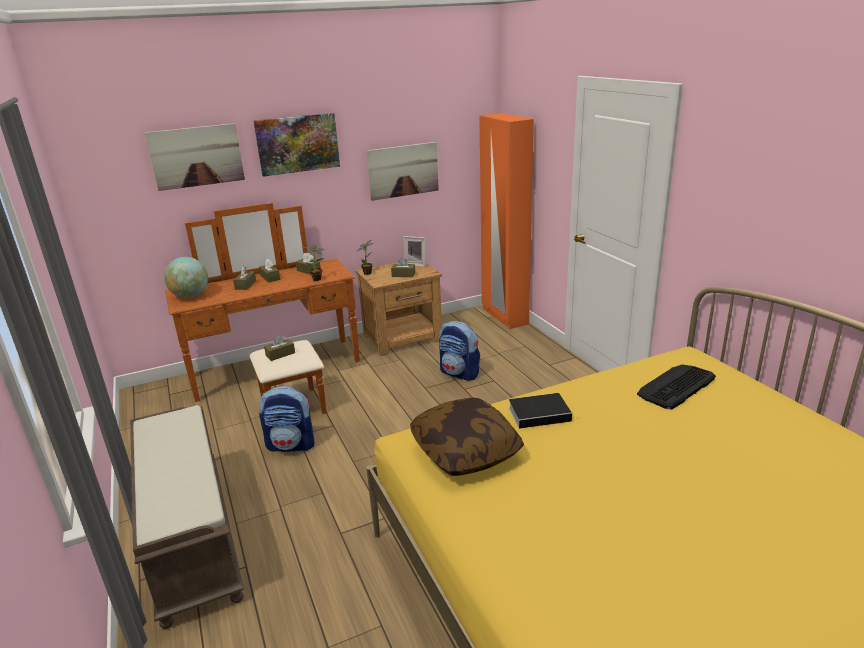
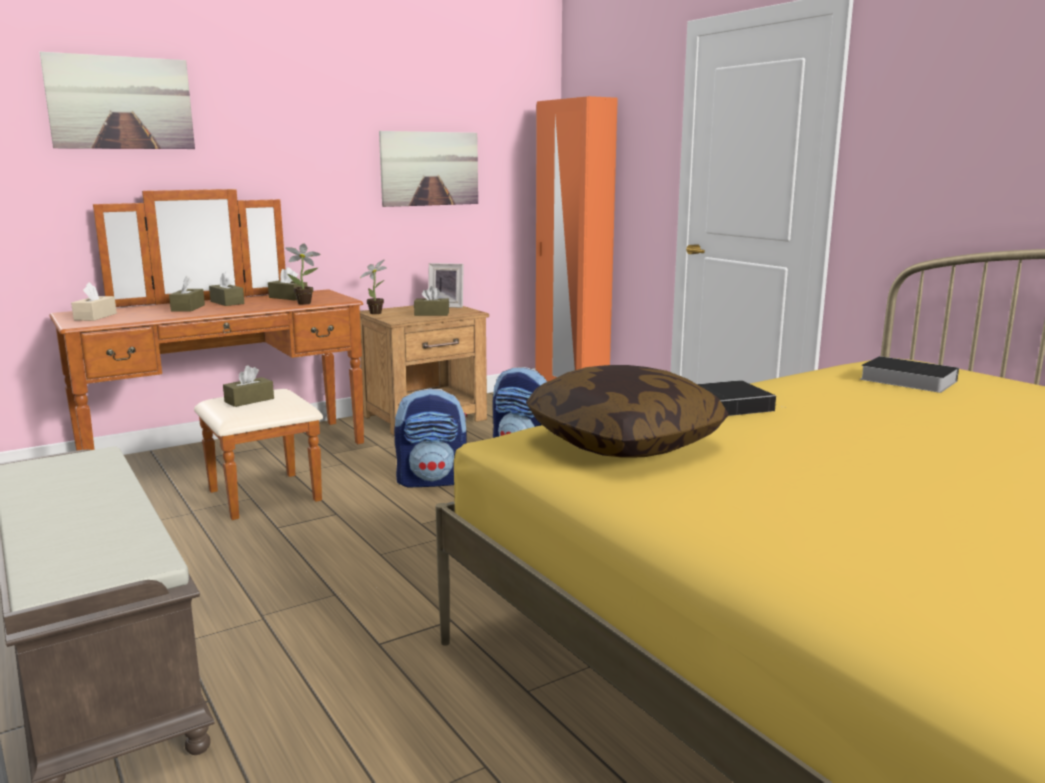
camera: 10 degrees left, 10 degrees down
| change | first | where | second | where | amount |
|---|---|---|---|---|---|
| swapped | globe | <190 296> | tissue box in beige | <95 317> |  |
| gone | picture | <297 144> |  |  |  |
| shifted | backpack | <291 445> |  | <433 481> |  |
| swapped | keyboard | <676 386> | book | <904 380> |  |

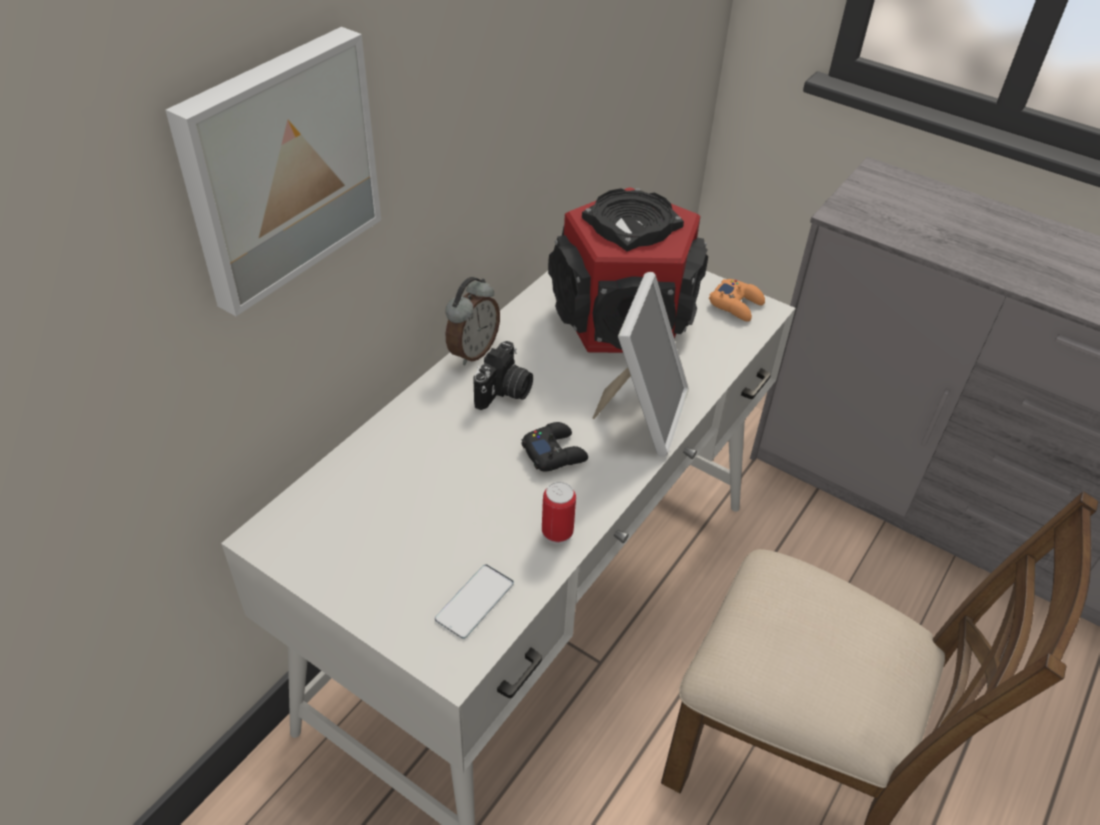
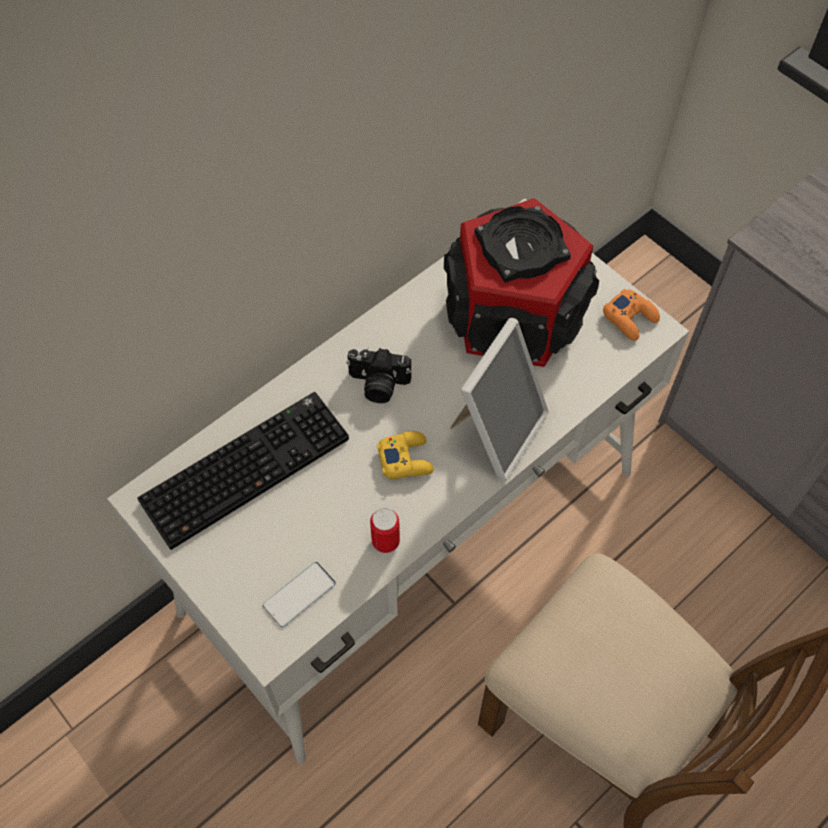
camera: 15 degrees right, 15 degrees up
| change | first | where | second | where | amount |
|---|---|---|---|---|---|
| gone | picture | <278 168> |  |  |  |
| gone | alarm clock | <472 351> |  |  |  |
| rotated | photo camera | <504 392> |  | <378 385> | 60 degrees clockwise |
| repainted | game controller in black | <554 452> | game controller in yellow | <406 459> |  |
| new |  |  | keyboard | <246 466> |  |

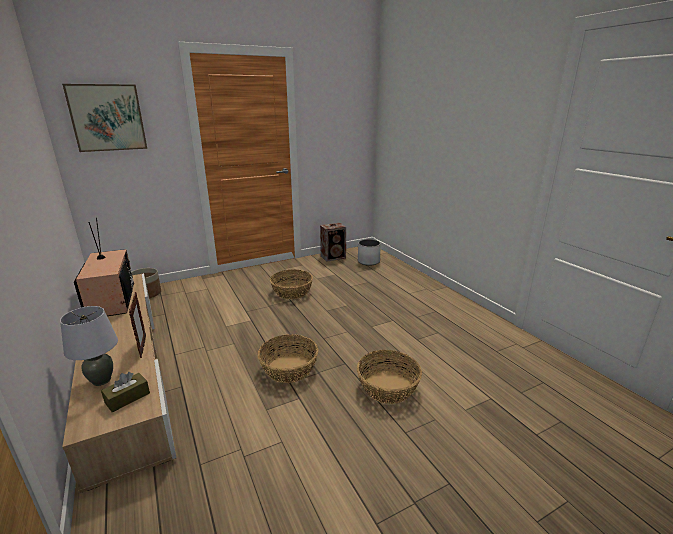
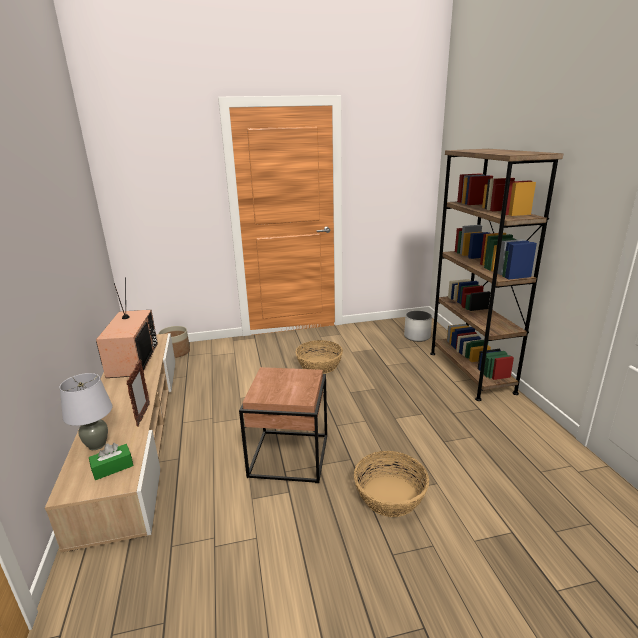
camera: 15 degrees right, 0 degrees up
| change | first | where | second | where | amount |
|---|---|---|---|---|---|
| gone | picture | <107 118> |  |  |  |
| repainted | tissue box in brown | <127 398> | tissue box in green | <112 467> |  |
| swapped | basket | <288 368> | side table in brown | <288 455> |  |
| gone | speaker | <334 257> |  |  |  |
| new |  |  | bookcase in brown | <470 372> |  |

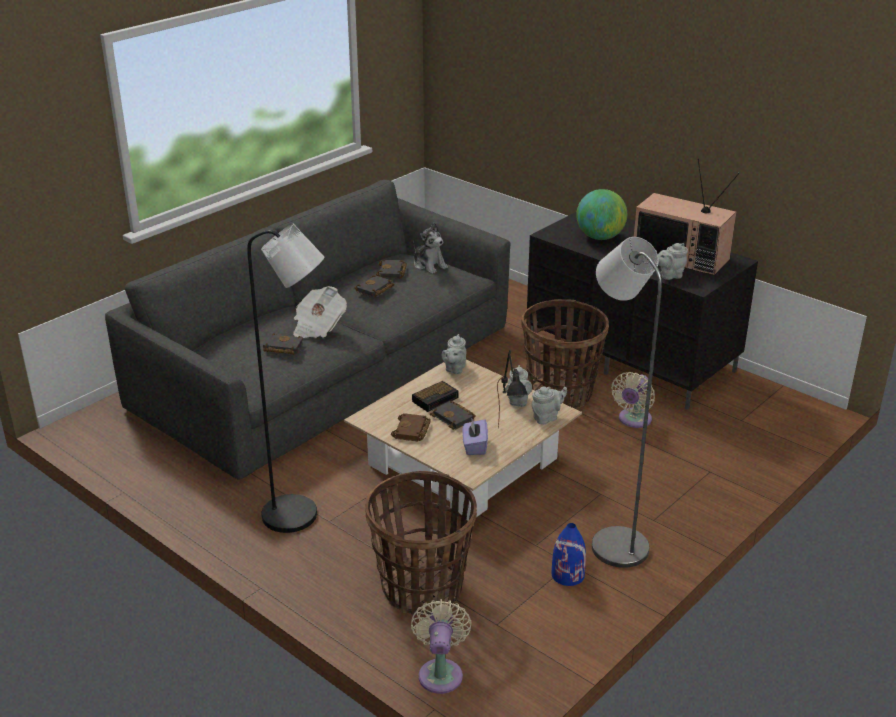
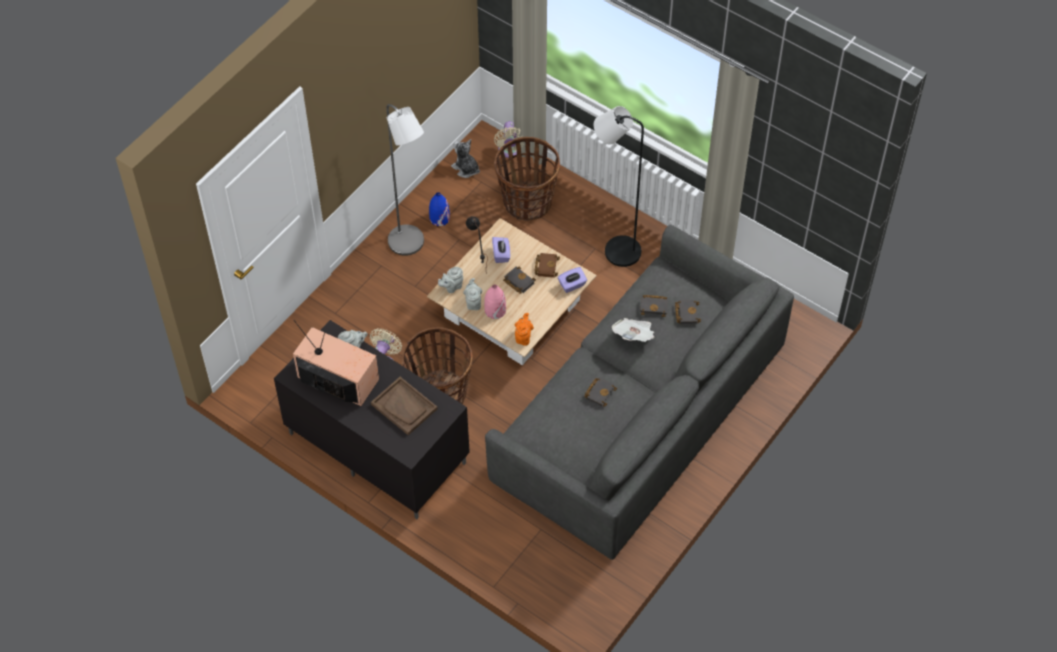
camera: 175 degrees right, 25 degrees up
| change | first | where | second | where | amount |
|---|---|---|---|---|---|
| shifted | book in black | <392 272> |  | <686 313> |  |
| gone | alarm clock | <436 399> |  |  |  |
| shifted | plush toy | <429 265> |  | <466 169> |  |
| repainted | teapot in grey | <454 369> | teapot in orange | <523 337> |  |
| swapped | globe | <600 237> | tray in brown | <404 407> |  |
| new |  |  | vase in pink | <495 310> |  |
| new |  |  | tissue box in purple | <572 285> |  |

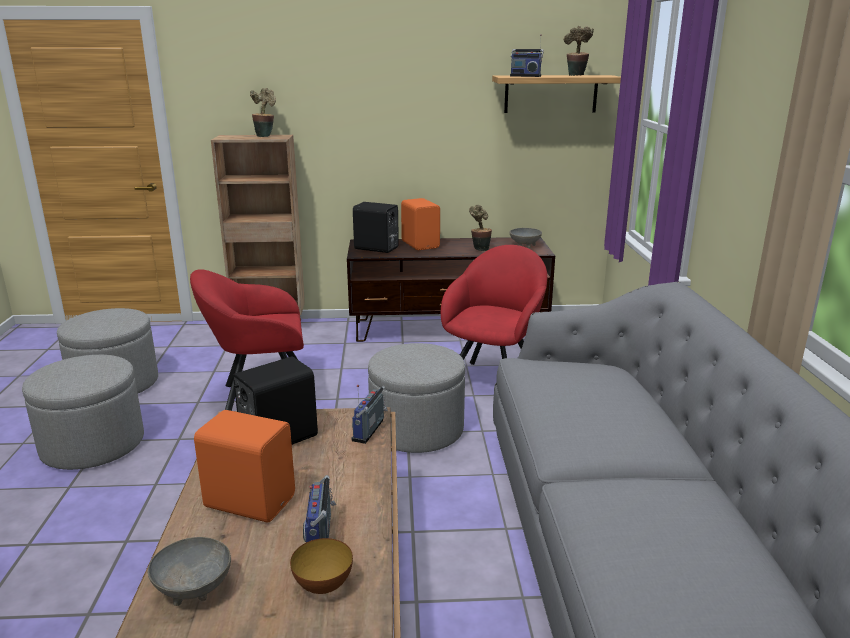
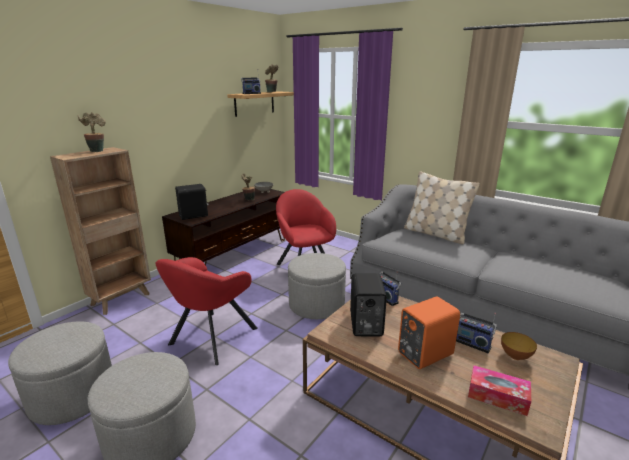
camera: 50 degrees left, 0 degrees up
| change | first | where | second | where | amount |
|---|---|---|---|---|---|
| swapped | bowl in grey | <195 589> | tissue box | <497 396> |  |
| gone | speaker in orange | <421 244> |  |  |  |
| new |  |  | pillow in beige | <435 234> |  |

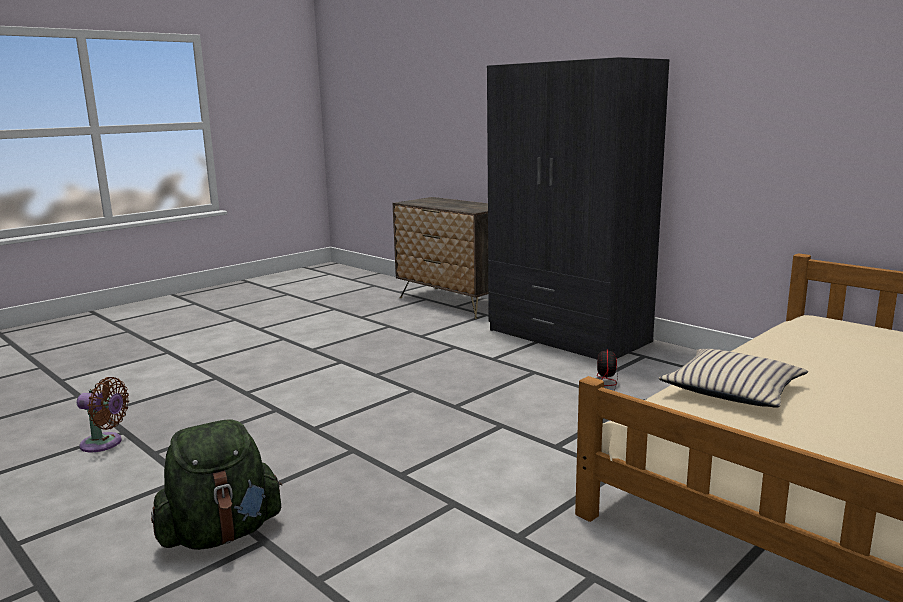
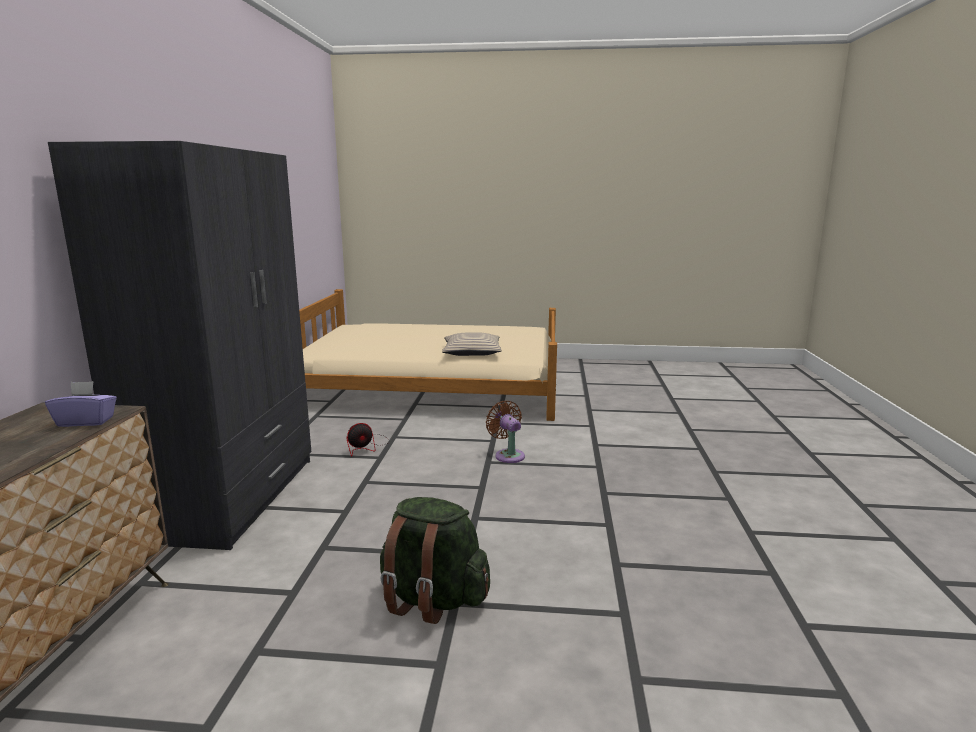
camera: 130 degrees left, 0 degrees up
| change | first | where | second | where | amount |
|---|---|---|---|---|---|
| shifted | fan in brown | <105 443> |  | <508 455> |  |
| shifted | backpack in green | <222 534> |  | <432 599> |  |
| new |  |  | tissue box in purple | <86 421> |  |

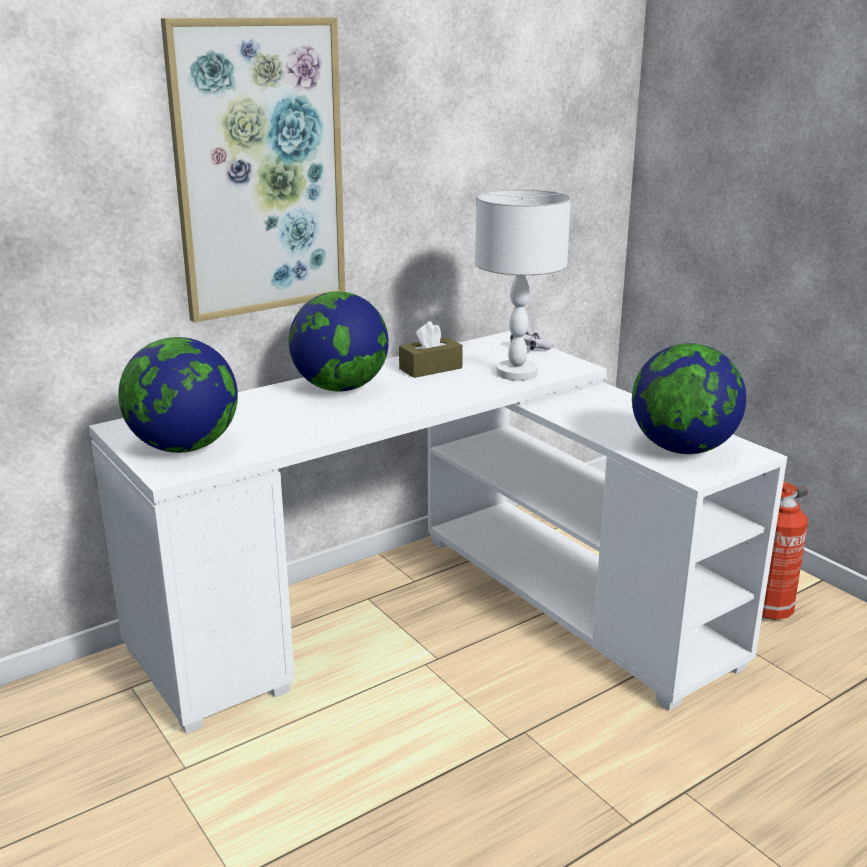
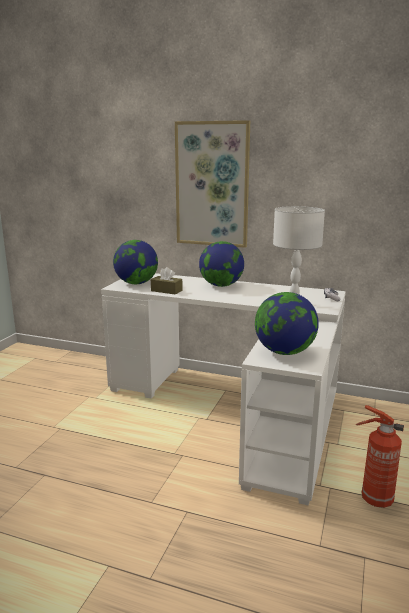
camera: 55 degrees right, 5 degrees down
| change | first | where | second | where | amount |
|---|---|---|---|---|---|
| shifted | tissue box in brown | <430 368> |  | <166 290> |  |

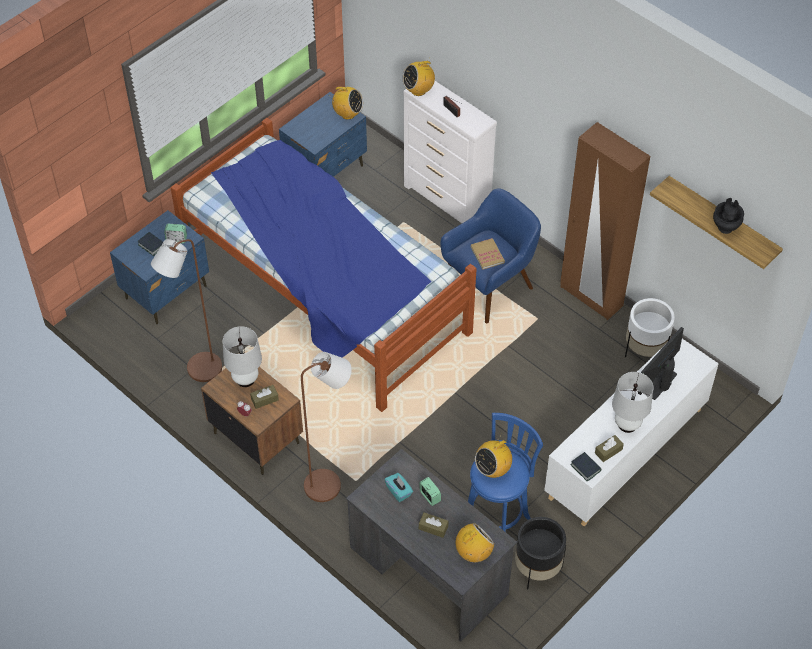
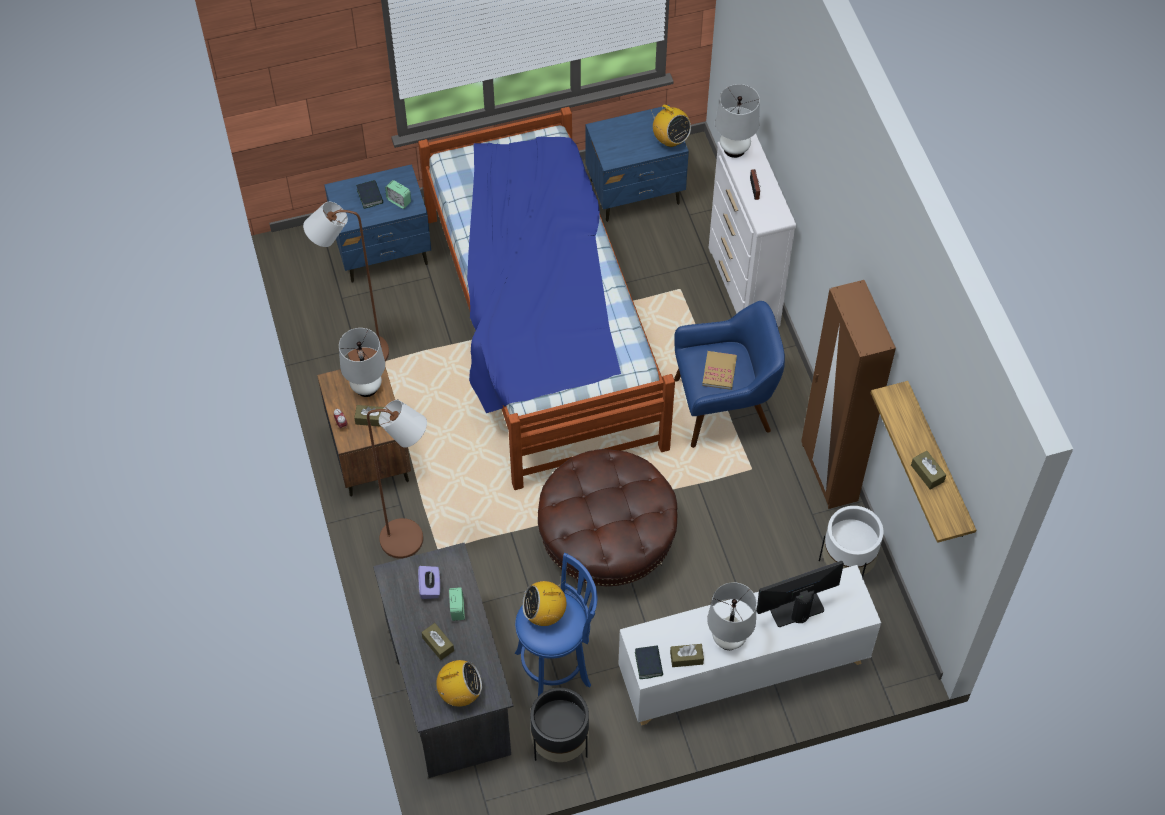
camera: 30 degrees right, 5 degrees up
| change | first | where | second | where | amount |
|---|---|---|---|---|---|
| repainted | tissue box in turquoise | <399 491> | tissue box in purple | <430 587> |  |
| swapped | radio | <418 90> | table lamp in white | <734 149> |  |
| swapped | vase in black | <726 228> | tissue box in brown | <927 473> |  |
| new |  |  | ottoman in brown | <607 539> |  |

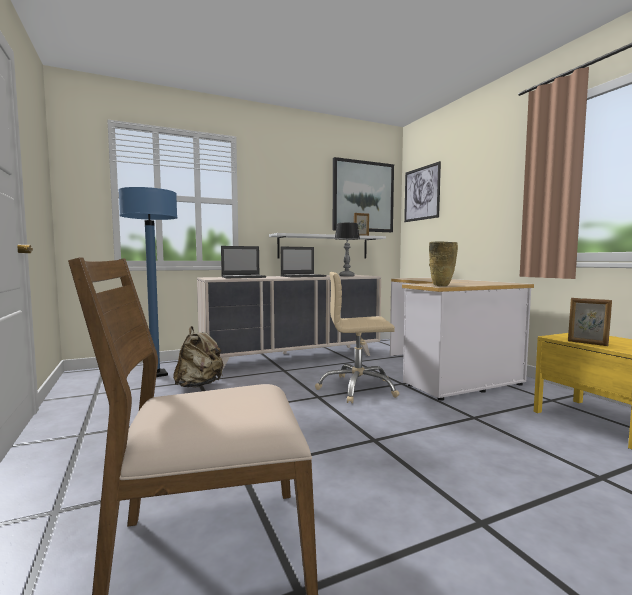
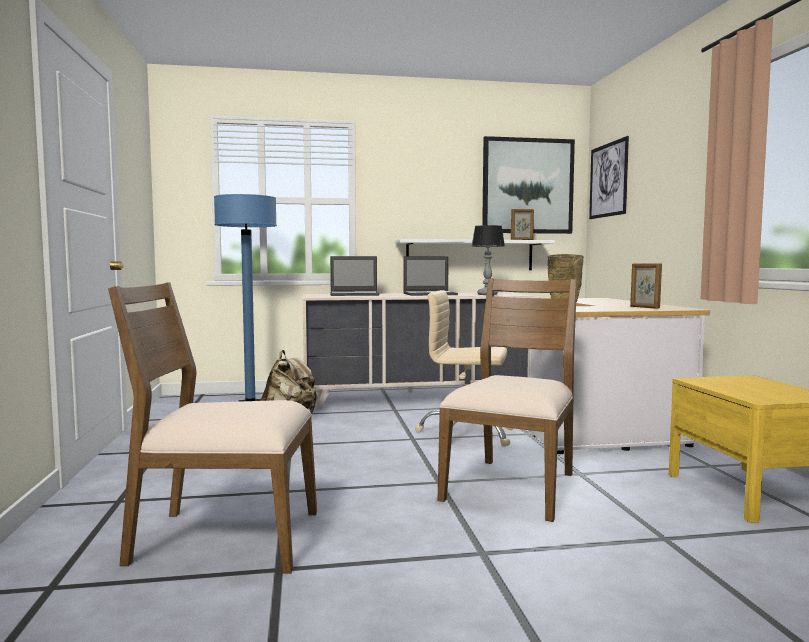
camera: 15 degrees right, 0 degrees up
| change | first | where | second | where | amount |
|---|---|---|---|---|---|
| shifted | picture frame | <587 343> |  | <644 307> |  |
| new |  |  | chair in brown | <512 486> |  |

